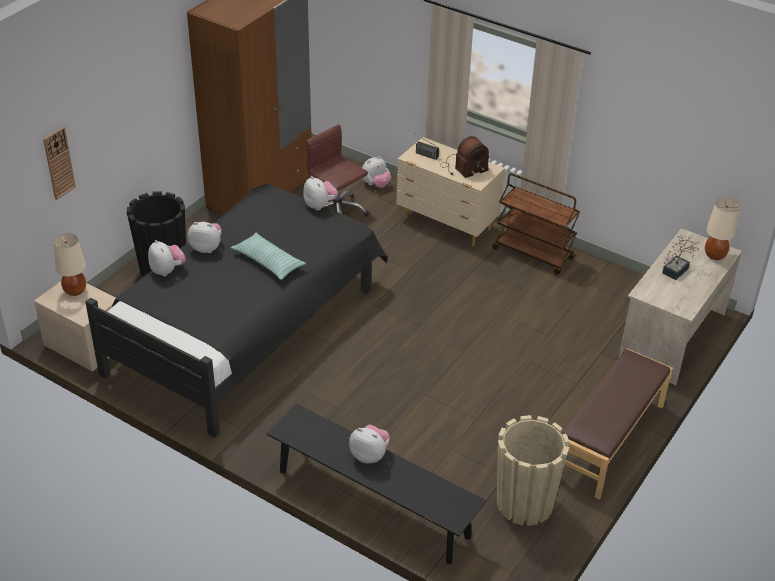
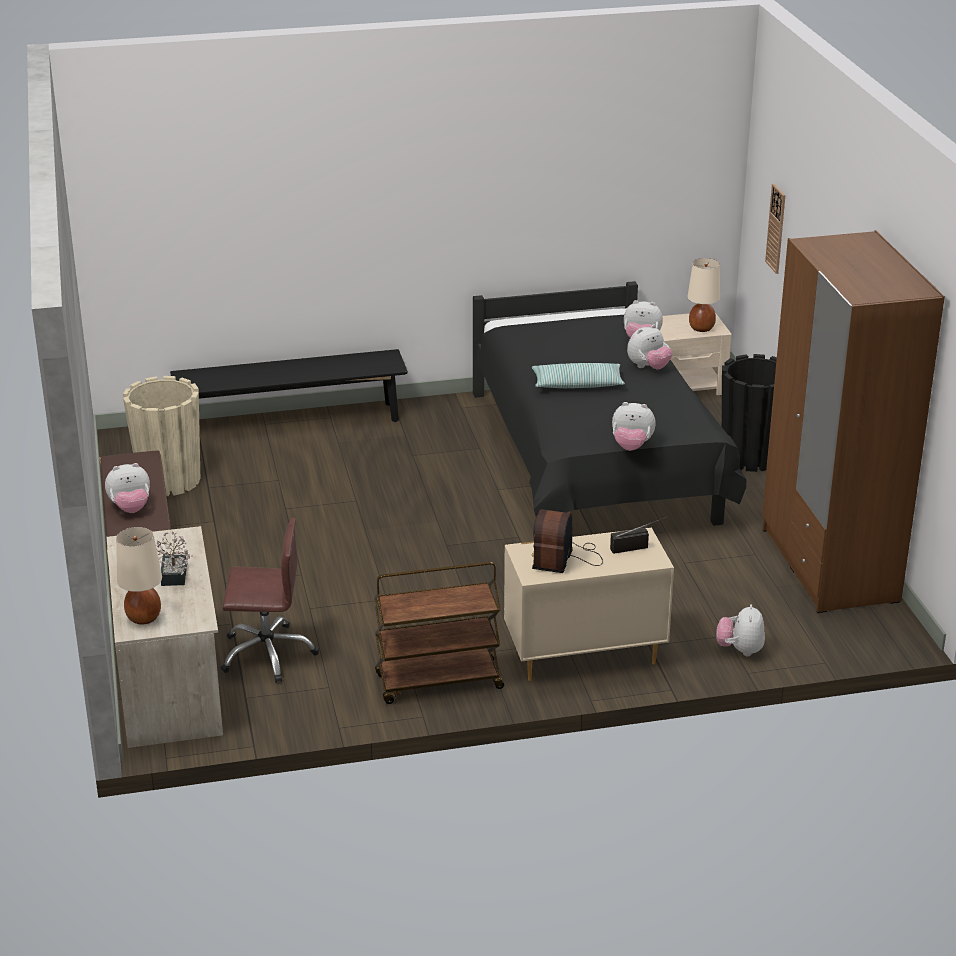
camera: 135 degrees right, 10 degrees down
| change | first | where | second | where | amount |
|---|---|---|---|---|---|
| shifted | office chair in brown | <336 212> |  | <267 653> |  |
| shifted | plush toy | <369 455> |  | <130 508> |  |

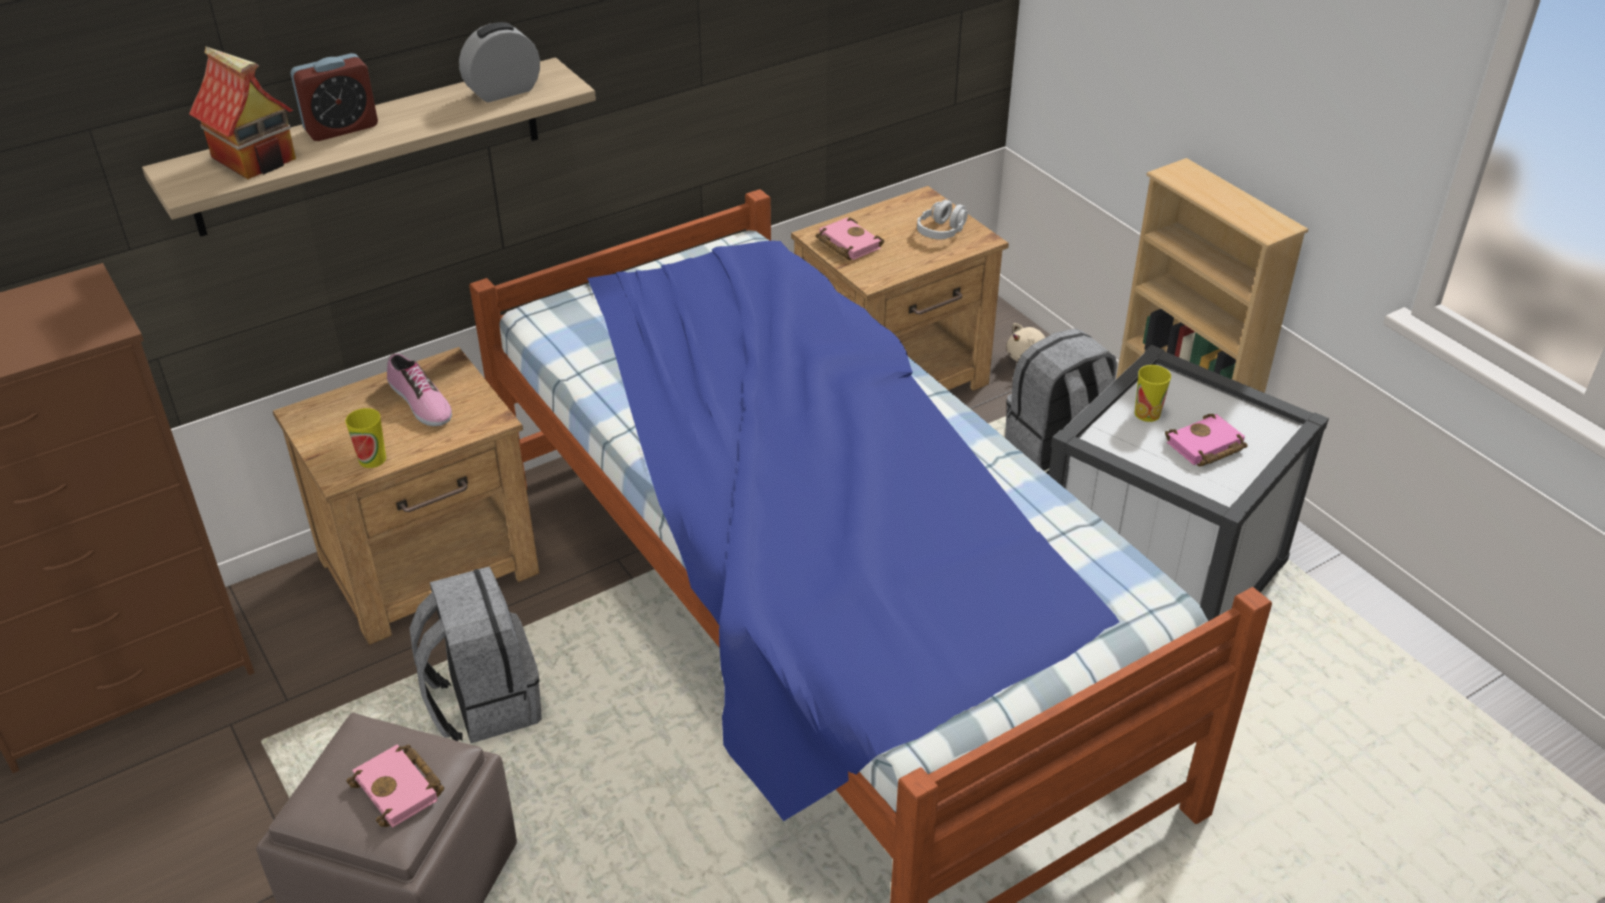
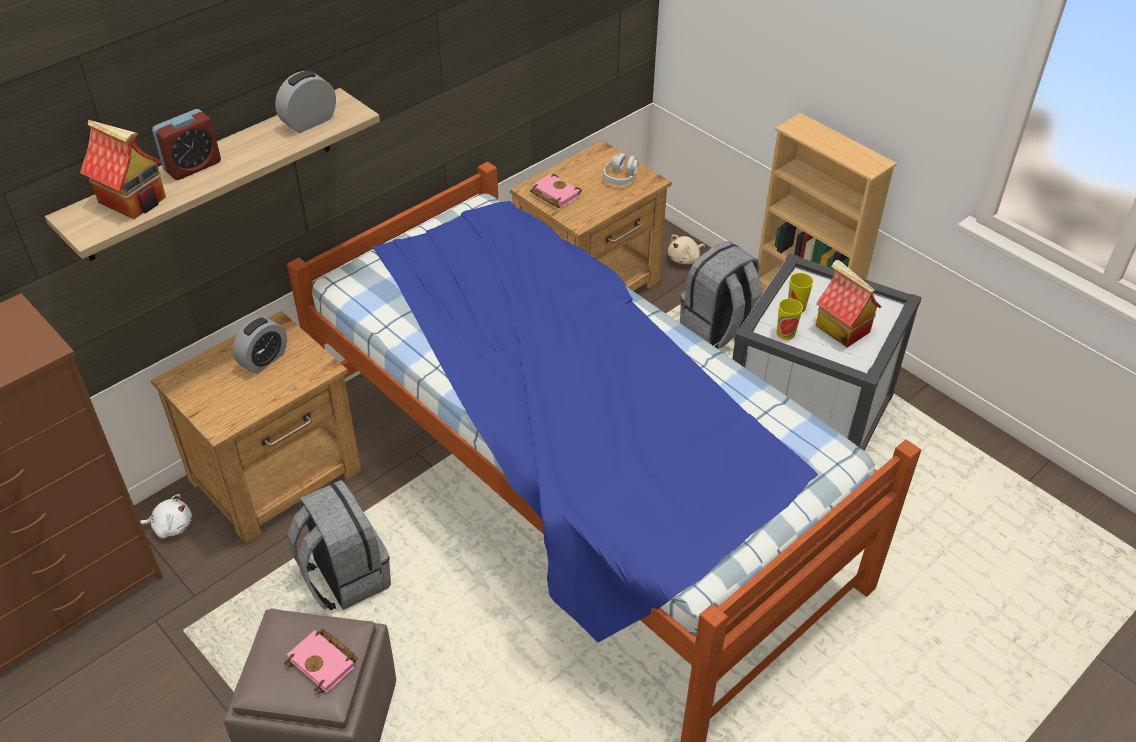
camera: 10 degrees left, 5 degrees up
| change | first | where | second | where | amount |
|---|---|---|---|---|---|
| shifted | cup | <372 459> |  | <785 333> |  |
| swapped | shoe | <419 402> | alarm clock | <264 360> |  |
| swapped | book in pink | <1205 447> | toy house | <841 328> |  |
| new |  |  | plush toy in white | <171 526> |  |

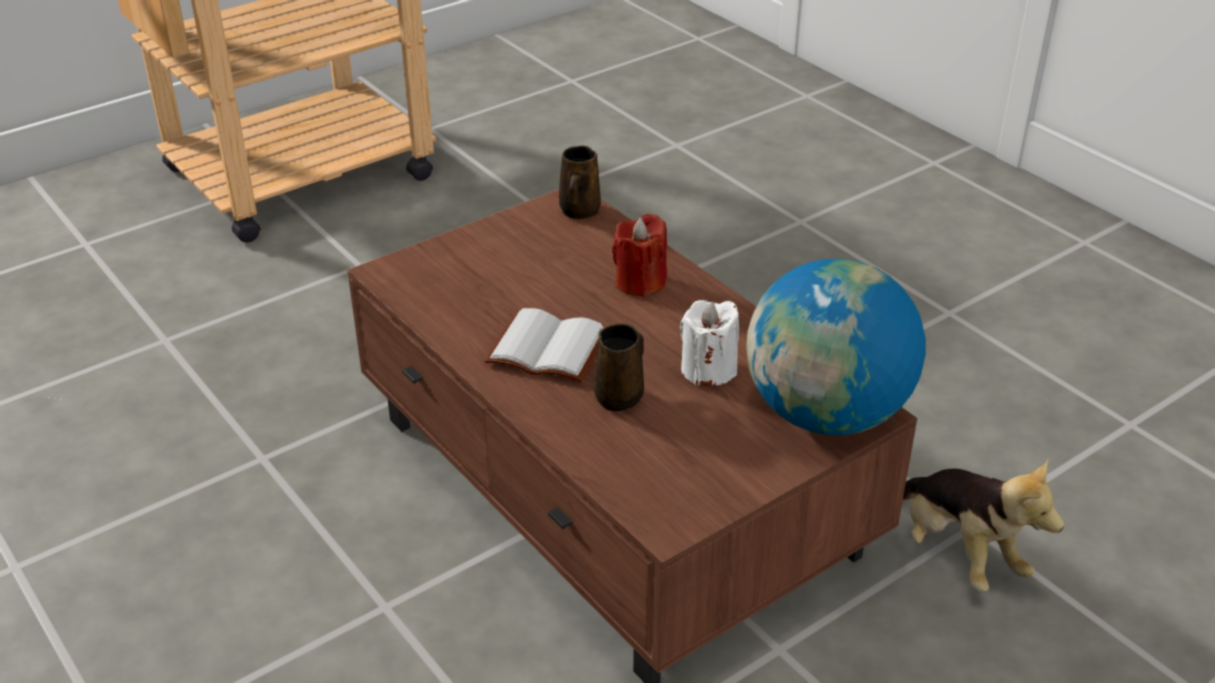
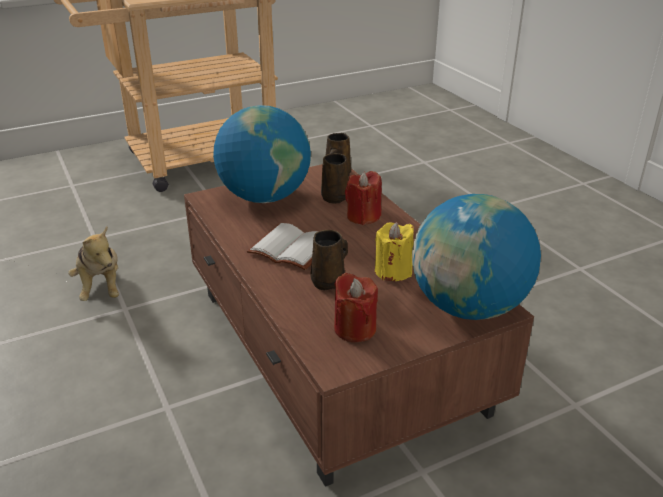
camera: 10 degrees right, 5 degrees down
| change | first | where | second | where | amount |
|---|---|---|---|---|---|
| repainted | candle in white | <708 370> | candle in yellow | <393 271> |  |
| shifted | plush toy | <957 553> |  | <101 287> |  |
| new |  |  | globe | <264 197> |  |
| new |  |  | mug in brown | <335 197> |  |
| new |  |  | candle in red | <355 329> |  |

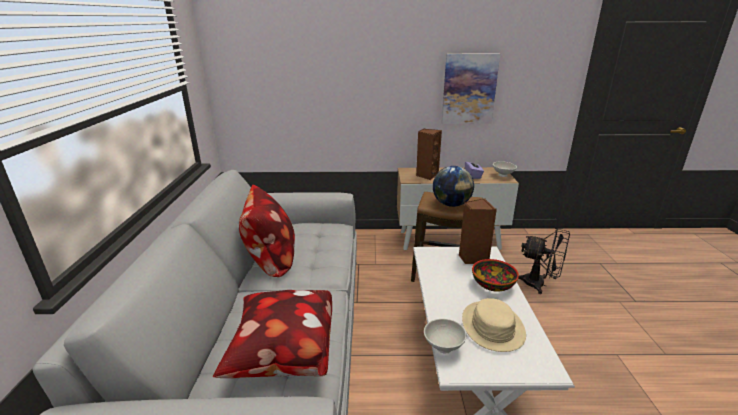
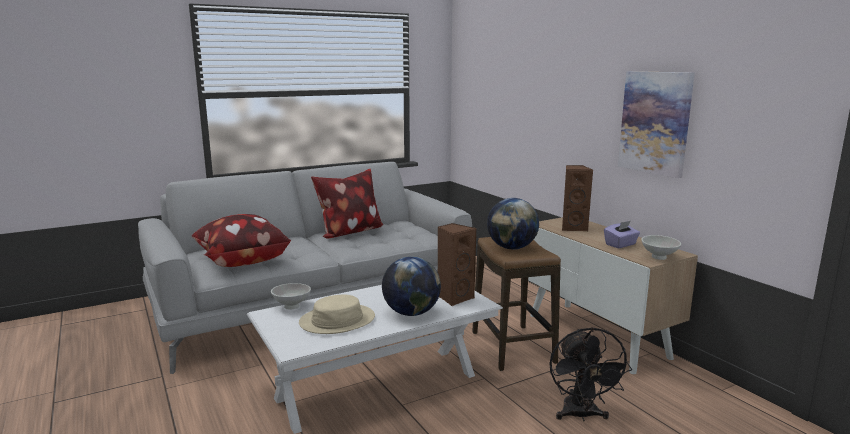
camera: 60 degrees right, 10 degrees down
| change | first | where | second | where | amount |
|---|---|---|---|---|---|
| swapped | bowl | <493 285> | globe | <411 313> |  |

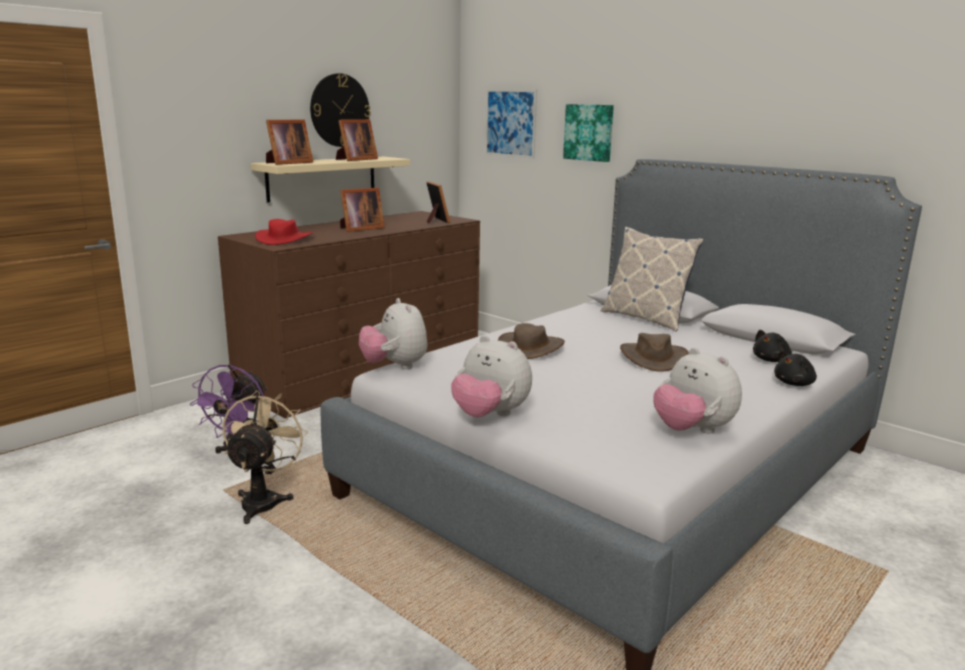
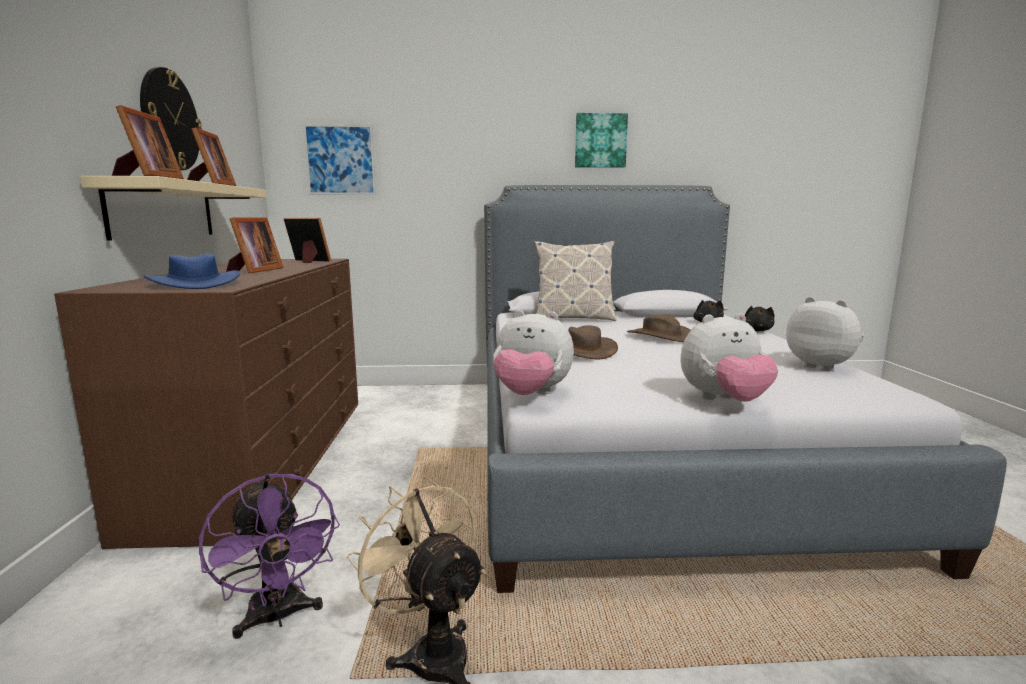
camera: 45 degrees left, 5 degrees down
| change | first | where | second | where | amount |
|---|---|---|---|---|---|
| repainted | hat in red | <285 239> | hat in blue | <195 284> |  |
| shifted | picture | <589 132> |  | <600 141> |  |
| rotated | plush toy | <692 430> |  | <822 366> | 135 degrees counterclockwise |

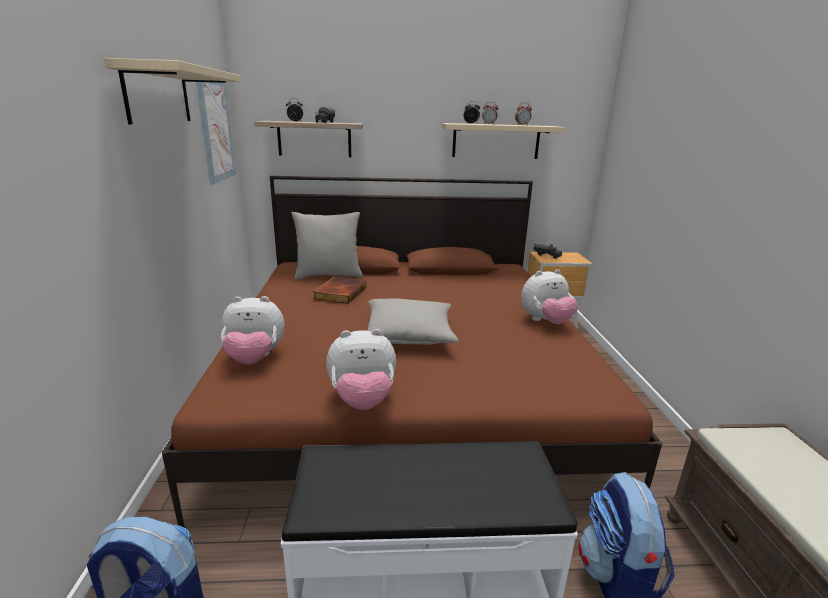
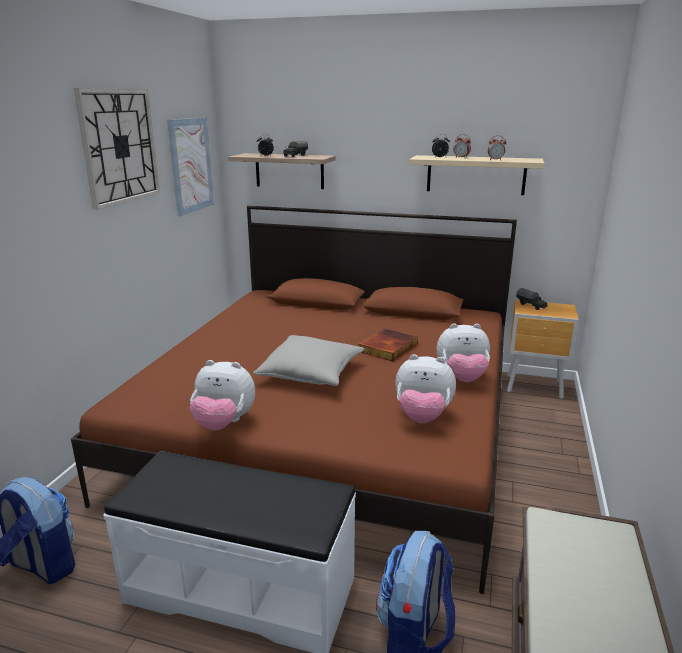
camera: 20 degrees right, 0 degrees up
| change | first | where | second | where | amount |
|---|---|---|---|---|---|
| swapped | shelf in beige | <158 95> | wall clock | <119 146> |  |
| shifted | plush toy | <254 359> |  | <422 417> |  |
| gone | pillow in grey | <328 275> |  |  |  |
| shifted | book | <339 292> |  | <387 347> |  |

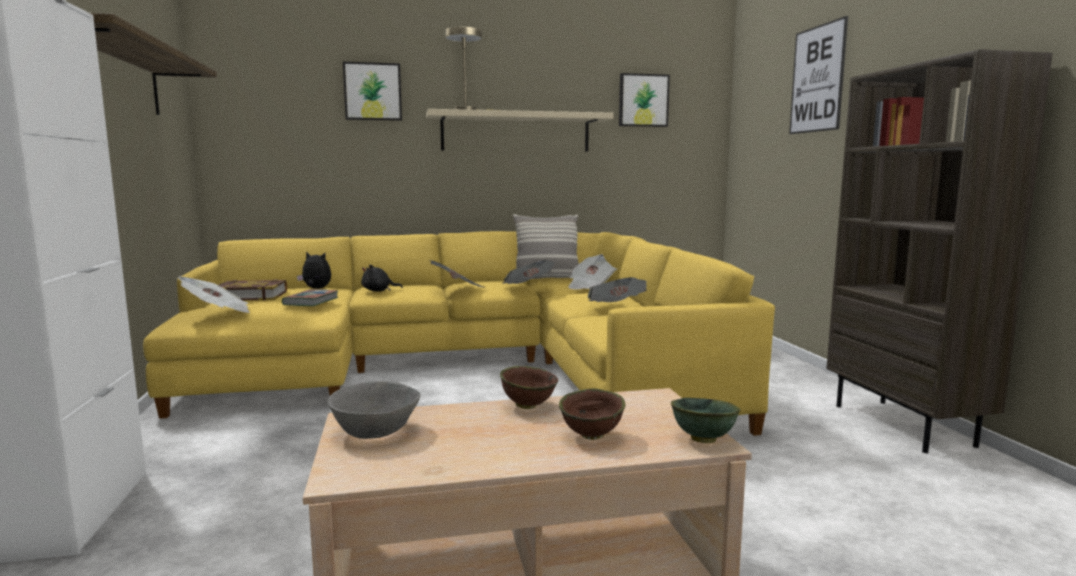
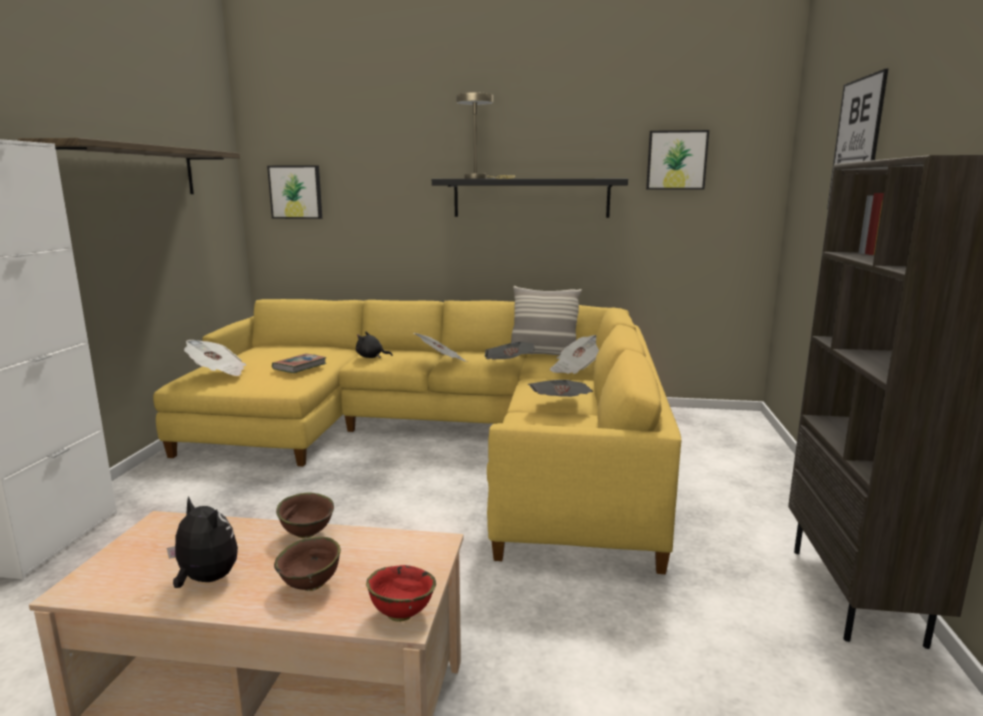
camera: 20 degrees right, 5 degrees up
| change | first | where | second | where | amount |
|---|---|---|---|---|---|
| gone | book | <251 296> |  |  |  |
| shifted | plush toy | <316 289> |  | <206 580> |  |
| gone | bowl in grey | <375 432> |  |  |  |
| shifted | picture | <373 92> |  | <296 192> |  |
| repainted | shelf in beige | <516 132> | shelf in black | <531 198> |  |
| repainted | bowl in green | <702 439> | bowl in red | <400 614> |  |

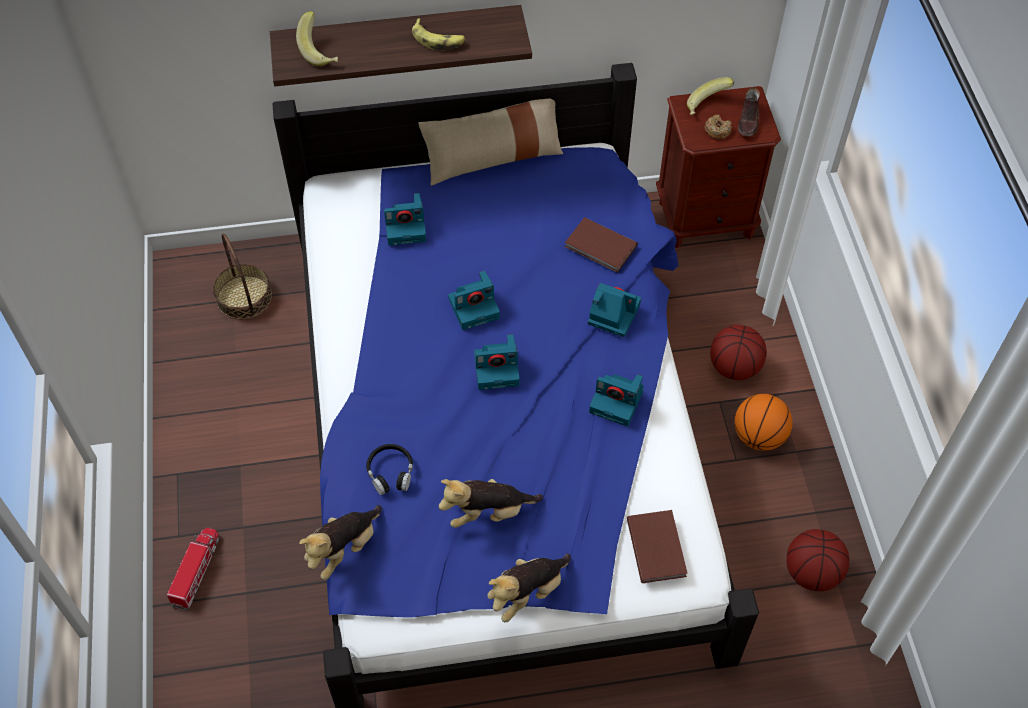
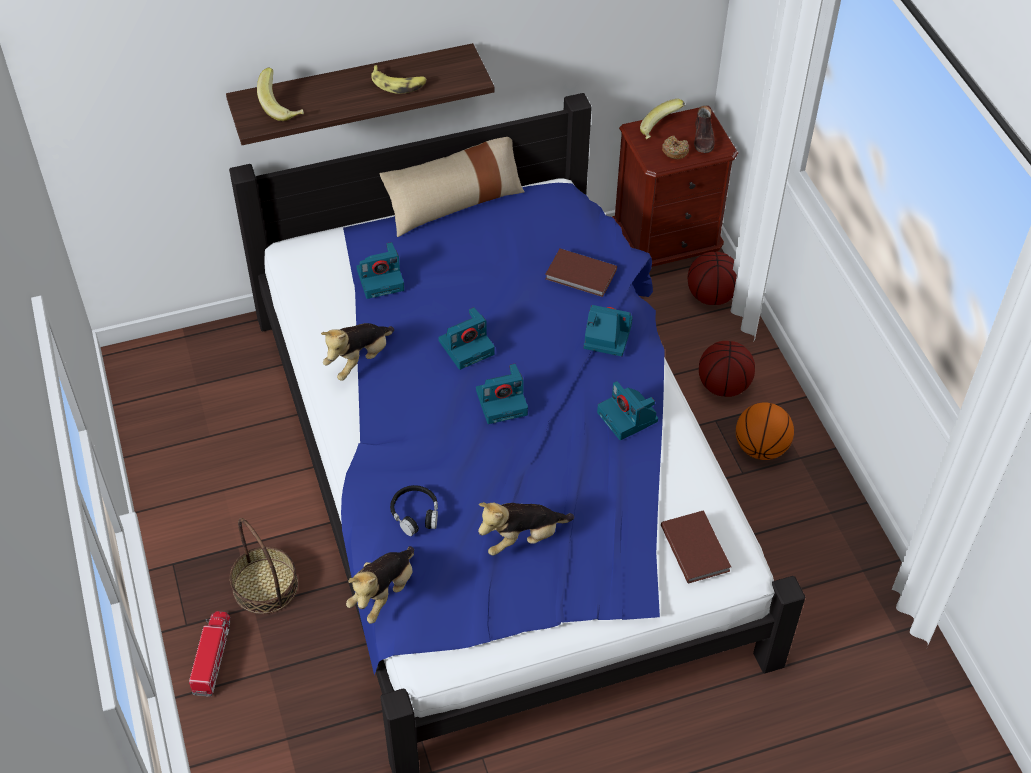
camera: 10 degrees left, 5 degrees down
| change | first | where | second | where | amount |
|---|---|---|---|---|---|
| shifted | basket | <244 297> |  | <265 586> |  |
| shifted | plush toy | <527 593> |  | <359 360> |  |
| rotated | photo camera | <617 401> |  | <628 417> | 45 degrees clockwise |
| shifted | basketball | <812 572> |  | <711 296> |  |

